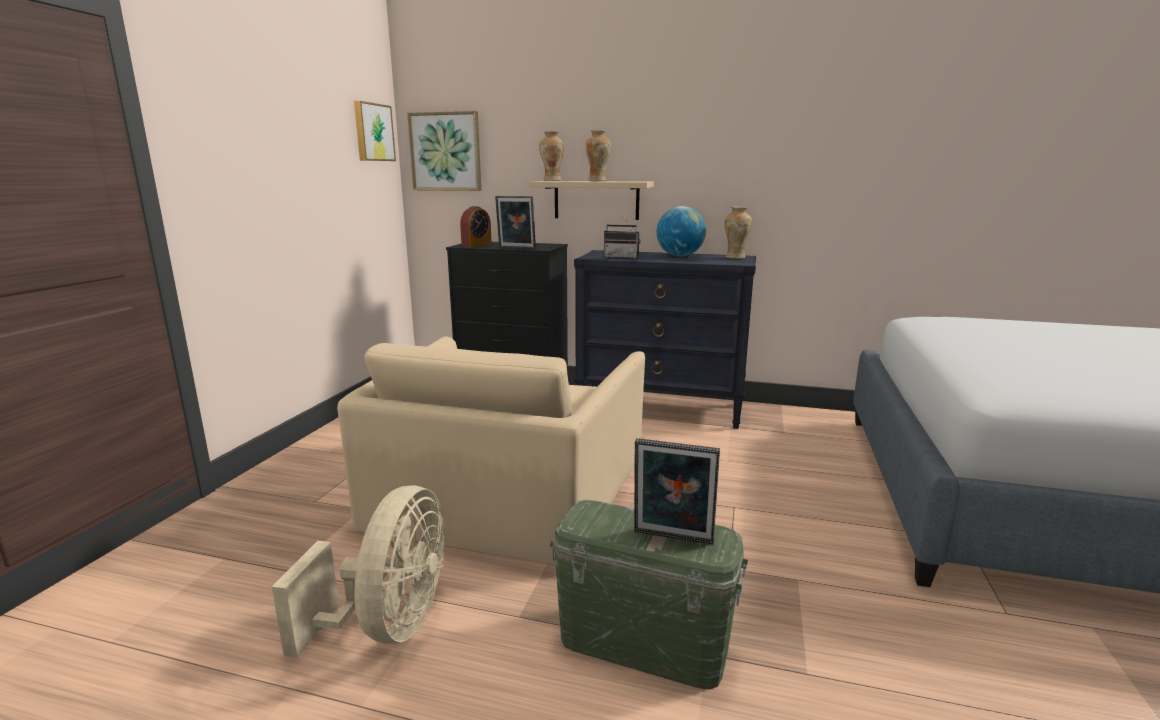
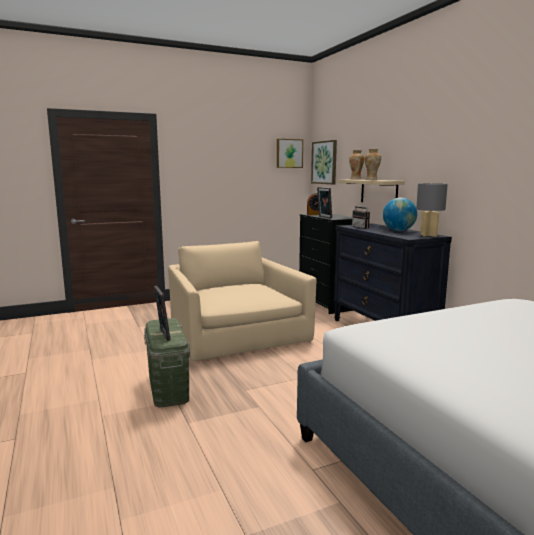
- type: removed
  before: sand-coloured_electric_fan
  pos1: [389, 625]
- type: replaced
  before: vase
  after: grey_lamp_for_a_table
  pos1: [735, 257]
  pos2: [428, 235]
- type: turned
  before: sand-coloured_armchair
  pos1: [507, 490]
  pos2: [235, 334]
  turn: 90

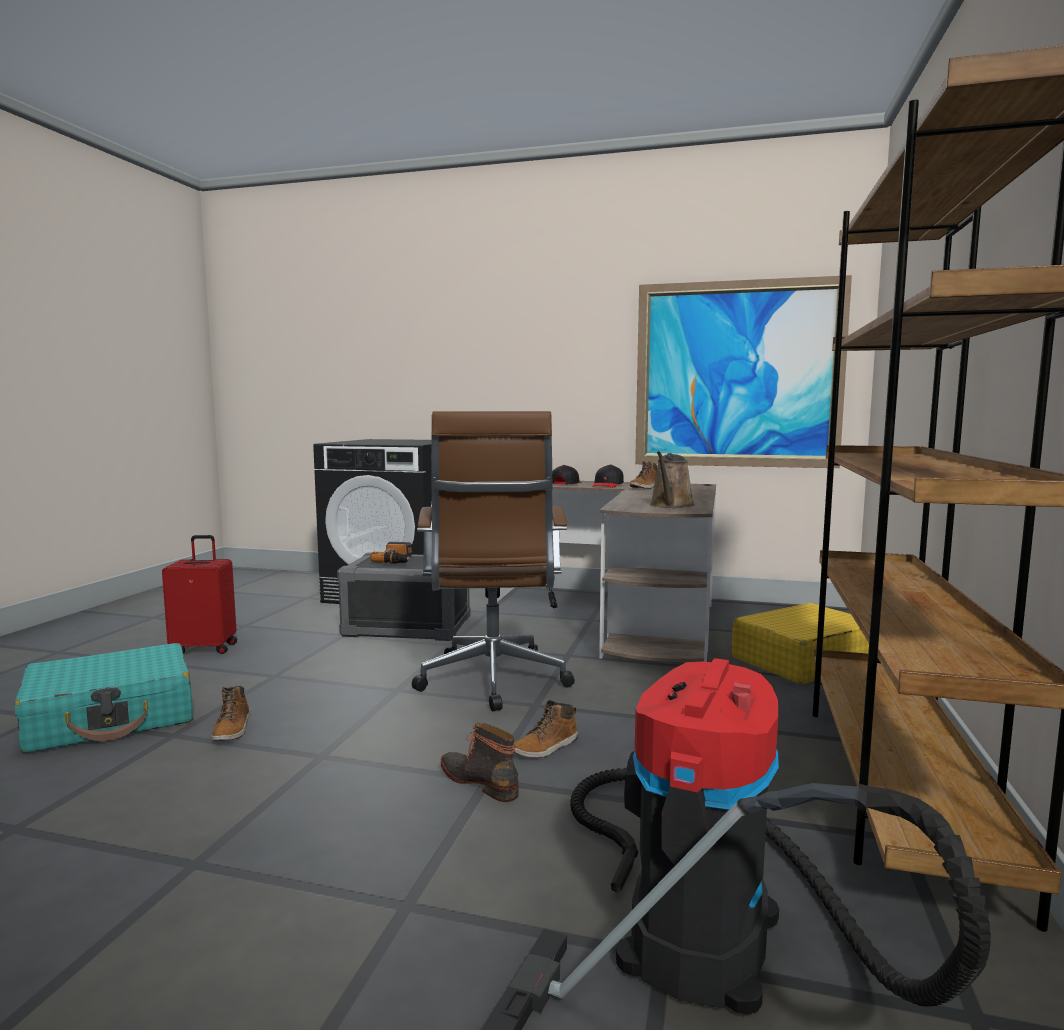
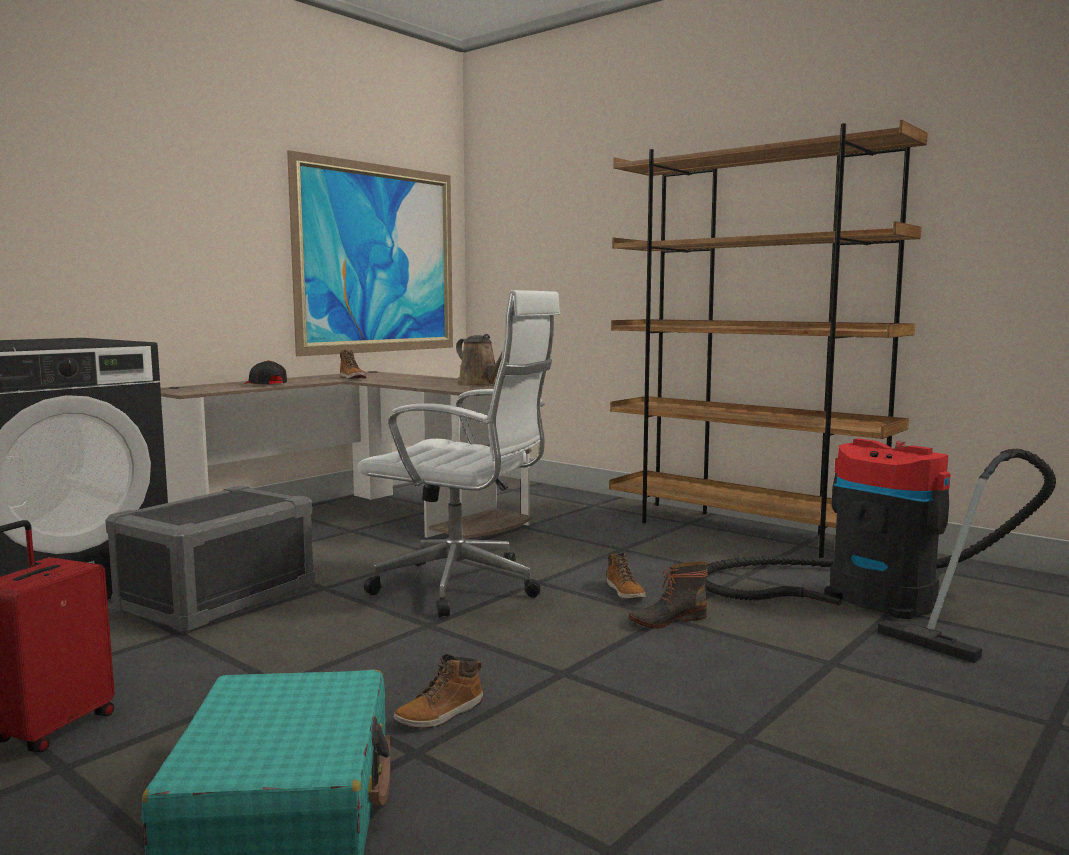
- type: removed
  before: power_drill
  pos1: [397, 559]
- type: removed
  before: black_cap
  pos1: [607, 485]
- type: removed
  before: yellow_suitcase
  pos1: [803, 660]
- type: recoloured
  before: brown_desk_chair
  after: white_desk_chair
  pos1: [493, 682]
  pos2: [465, 587]
- type: turned
  before: boot
  pos1: [233, 729]
  pos2: [441, 714]
  turn: 120

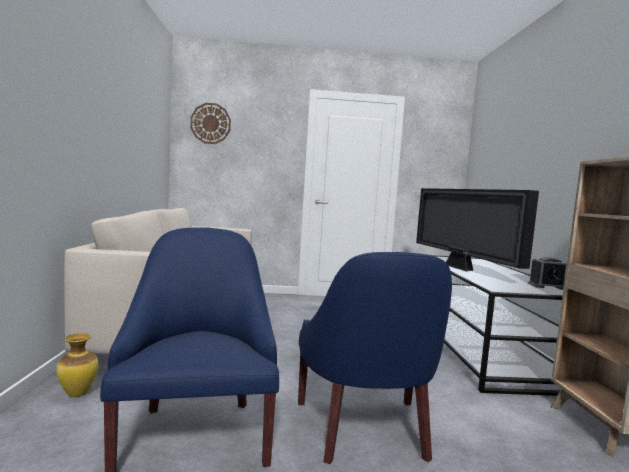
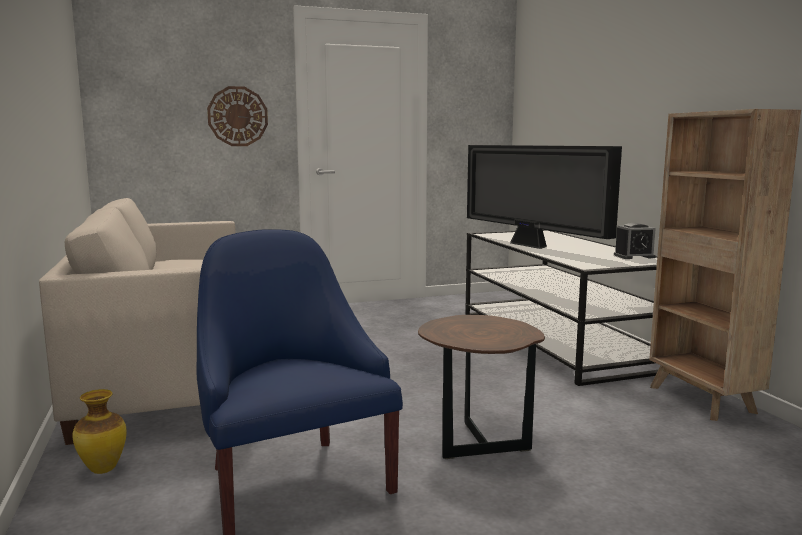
- type: moved
  before: clock_on_the_wall
  pos1: [210, 123]
  pos2: [237, 116]
- type: replaced
  before: blue_armchair
  after: brown_side_table
  pos1: [365, 430]
  pos2: [477, 442]

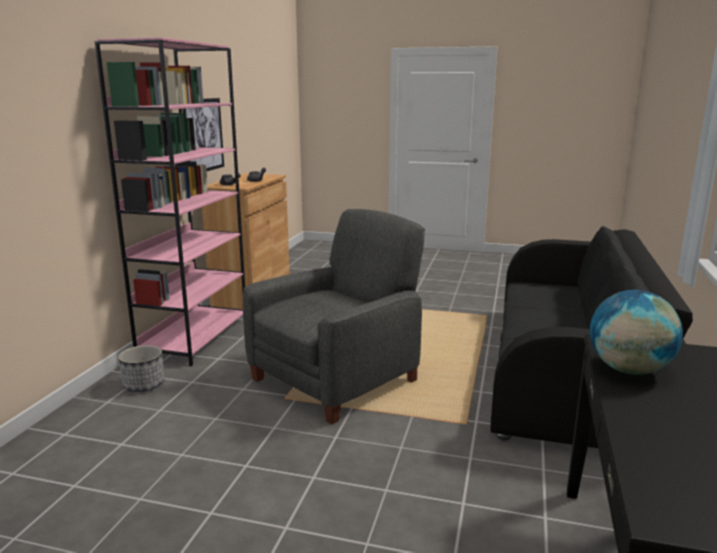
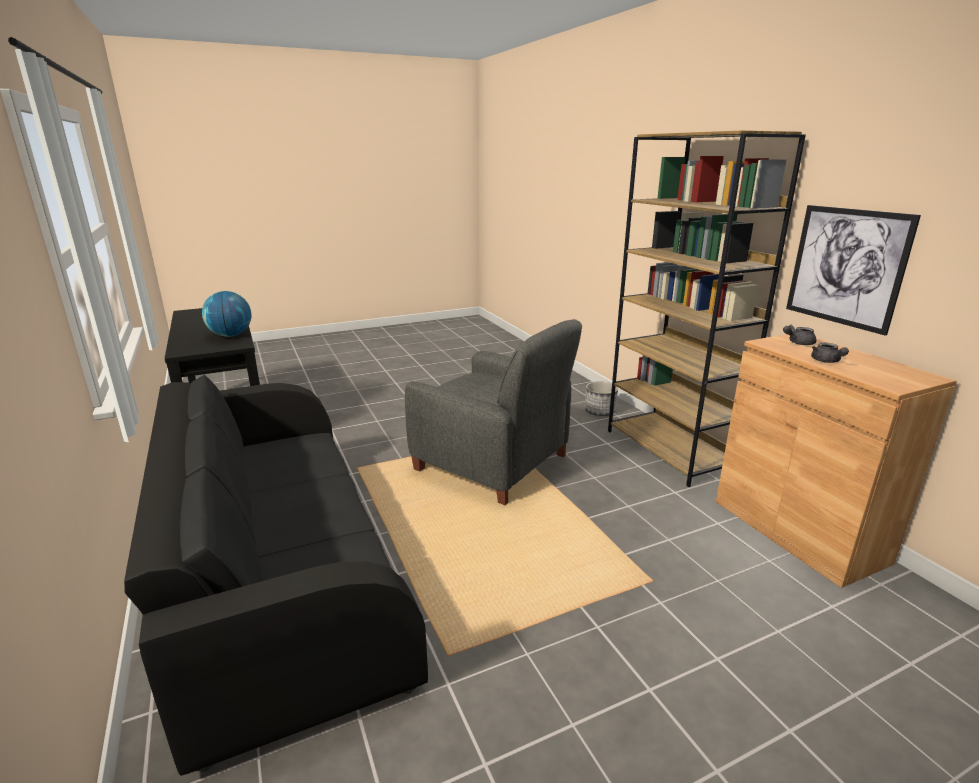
- type: recoloured
  before: pink_bookshelf
  after: brown_bookshelf
  pos1: [195, 337]
  pos2: [670, 450]
- type: turned
  before: grey_armchair
  pos1: [336, 379]
  pos2: [493, 463]
  turn: -60

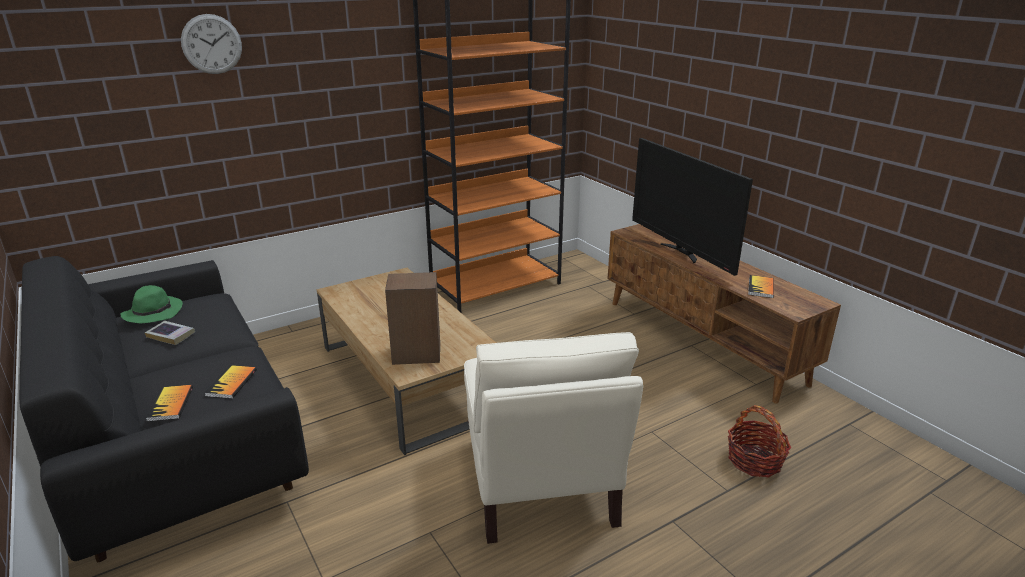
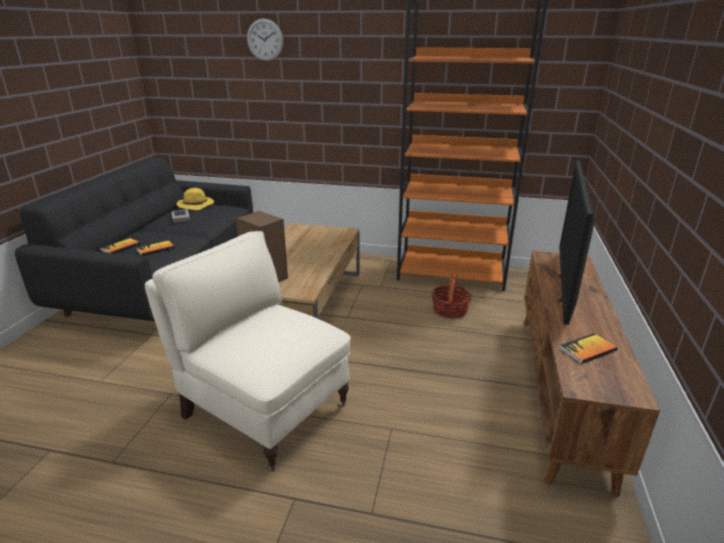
- type: moved
  before: basket
  pos1: [754, 461]
  pos2: [450, 310]
- type: recoloured
  before: greenish_clothing_hat
  after: yellow_clothing_hat
  pos1: [153, 312]
  pos2: [196, 205]
- type: turned
  before: sand-coloured_armchair
  pos1: [539, 484]
  pos2: [263, 409]
  turn: 90

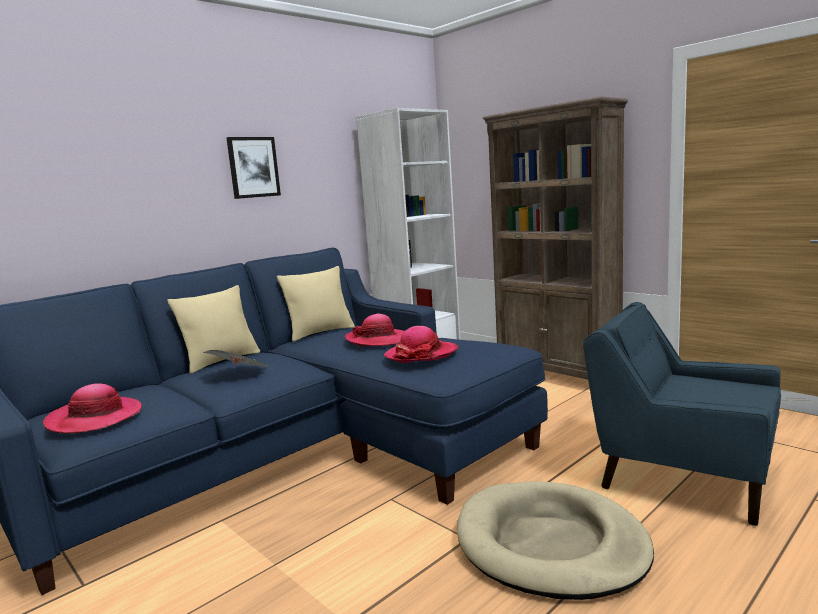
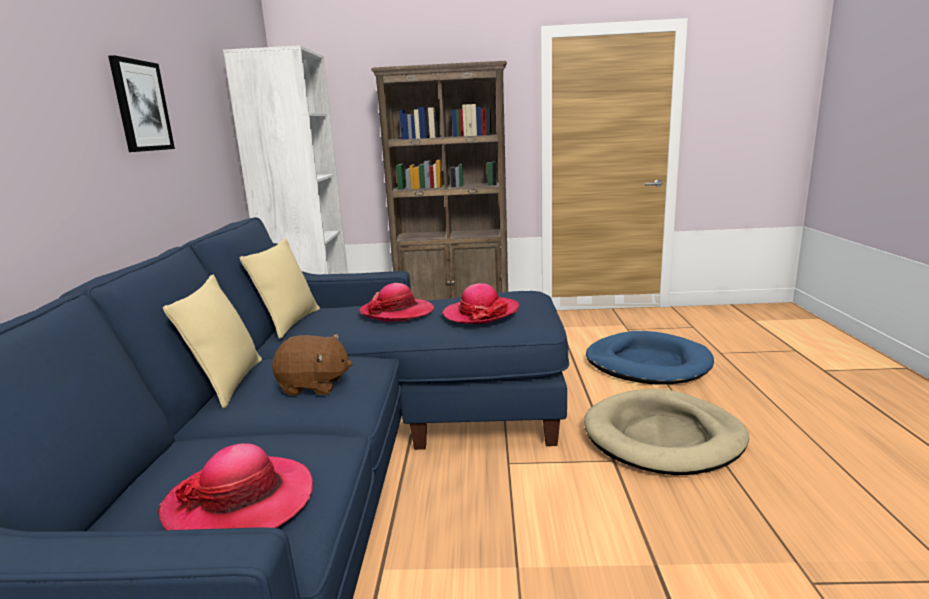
- type: replaced
  before: printed_paper
  after: brown_plush_toy
  pos1: [241, 375]
  pos2: [314, 386]
- type: replaced
  before: blue_armchair
  after: blue_dog_cushion
  pos1: [681, 474]
  pos2: [647, 363]

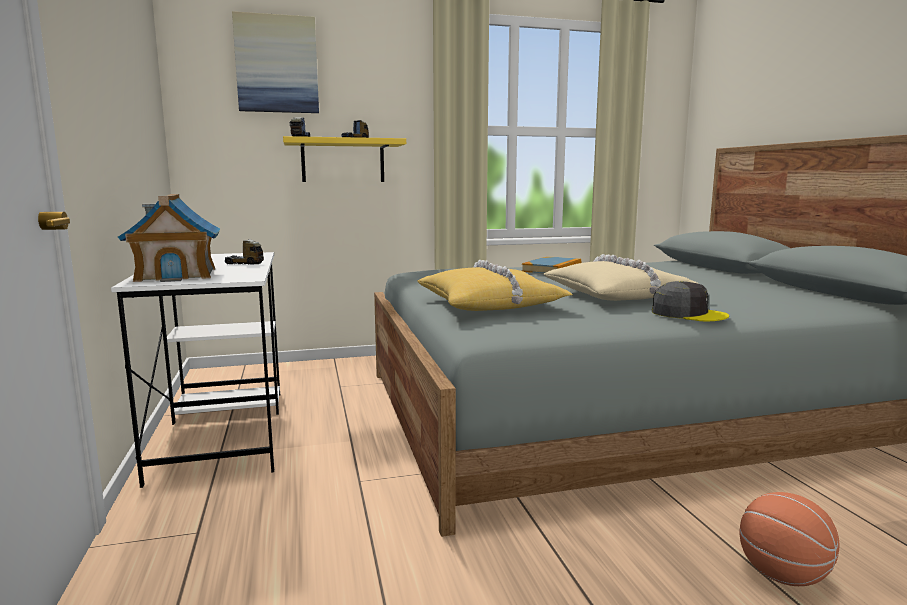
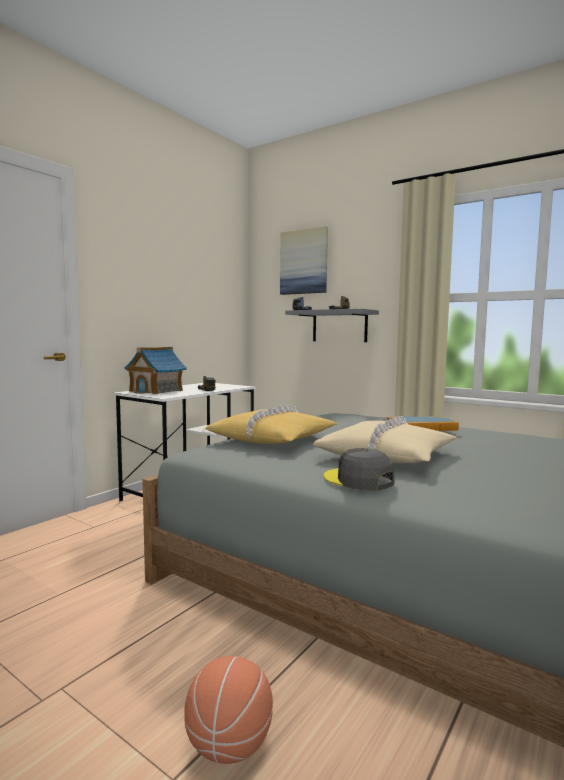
- type: recoloured
  before: yellow_shelf
  after: grey_shelf
  pos1: [343, 161]
  pos2: [339, 326]
- type: turned
  before: grey_cap
  pos1: [687, 314]
  pos2: [358, 480]
  turn: 150

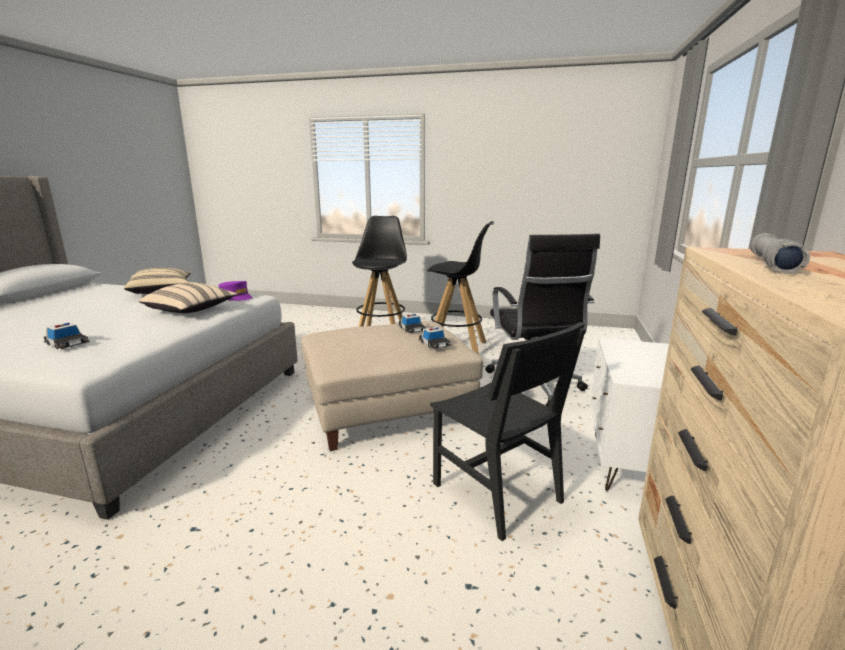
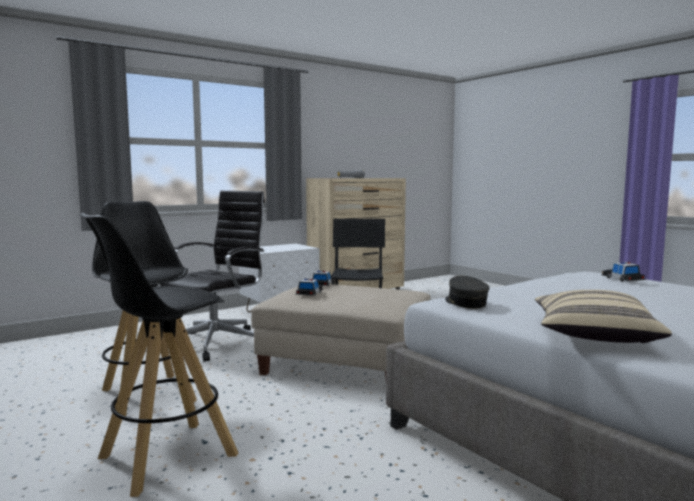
- type: removed
  before: sand-coloured_cushion
  pos1: [191, 310]
- type: recoloured
  before: purplish_cap
  after: grey_cap
  pos1: [236, 297]
  pos2: [465, 302]

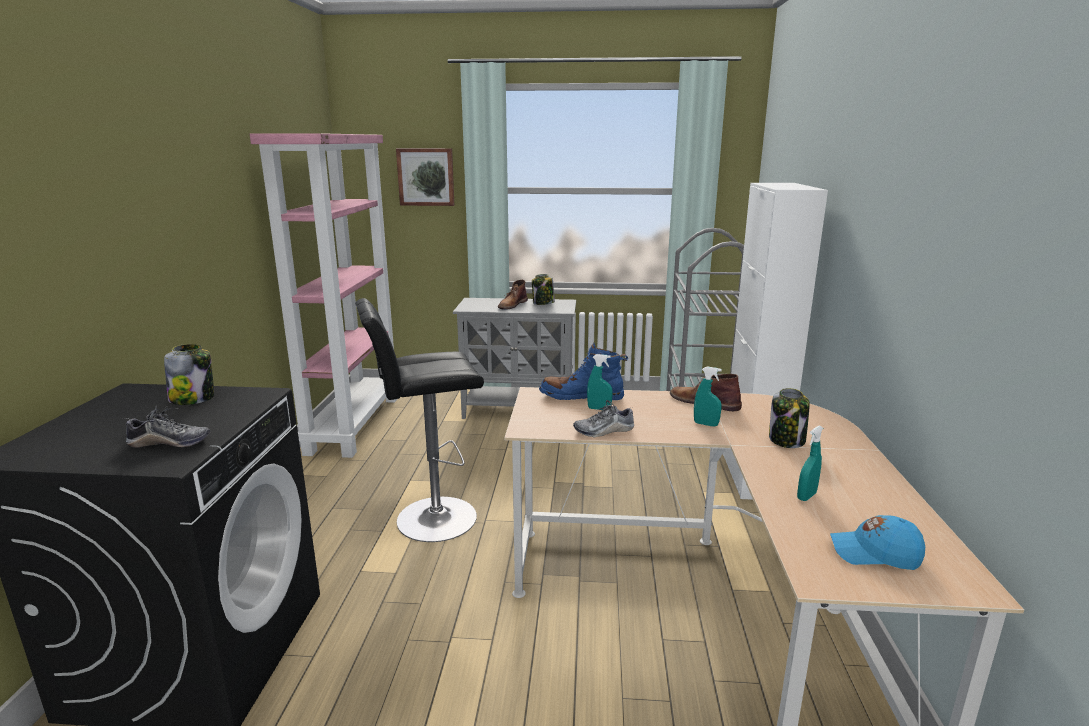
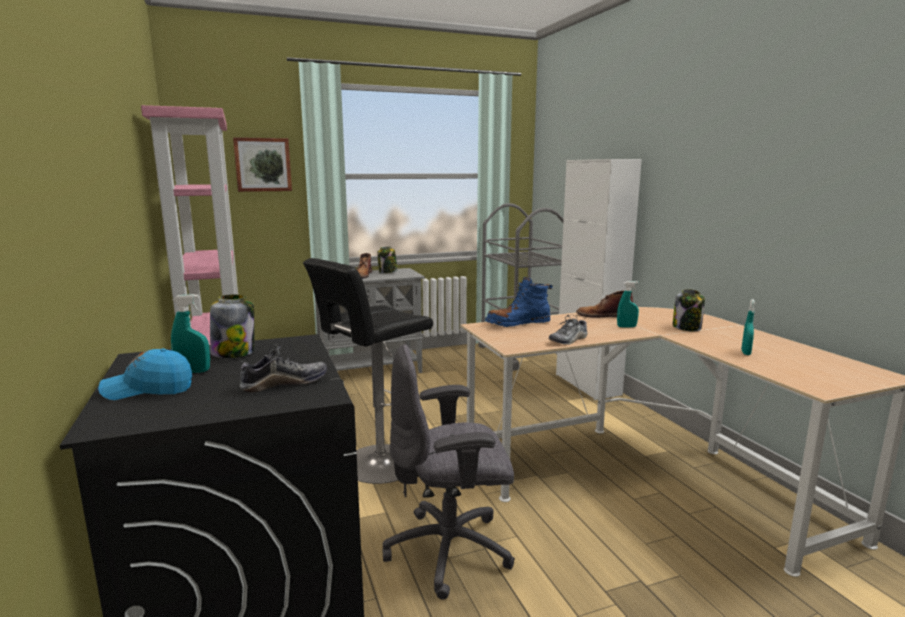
- type: added
  after: grey_desk_chair
  pos2: [451, 550]
- type: moved
  before: turquoise-coloured_hand_sprayer
  pos1: [599, 409]
  pos2: [193, 372]
- type: moved
  before: blue_cap
  pos1: [874, 554]
  pos2: [148, 389]

